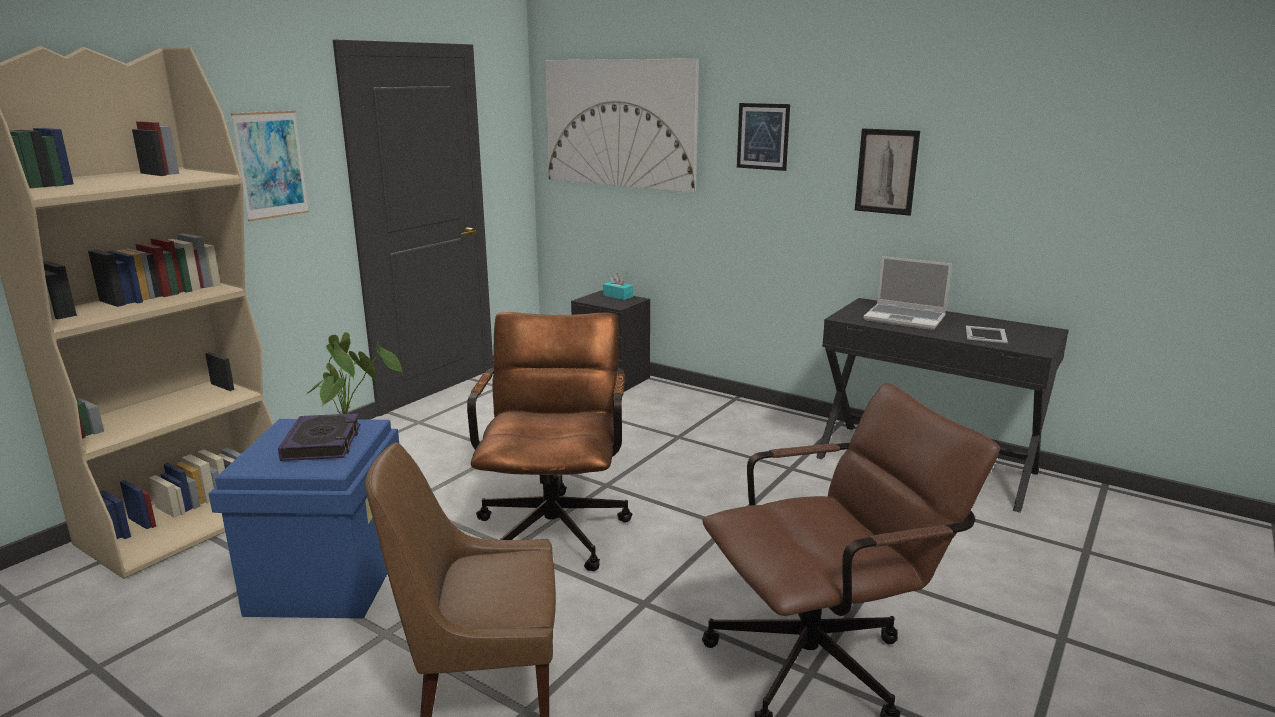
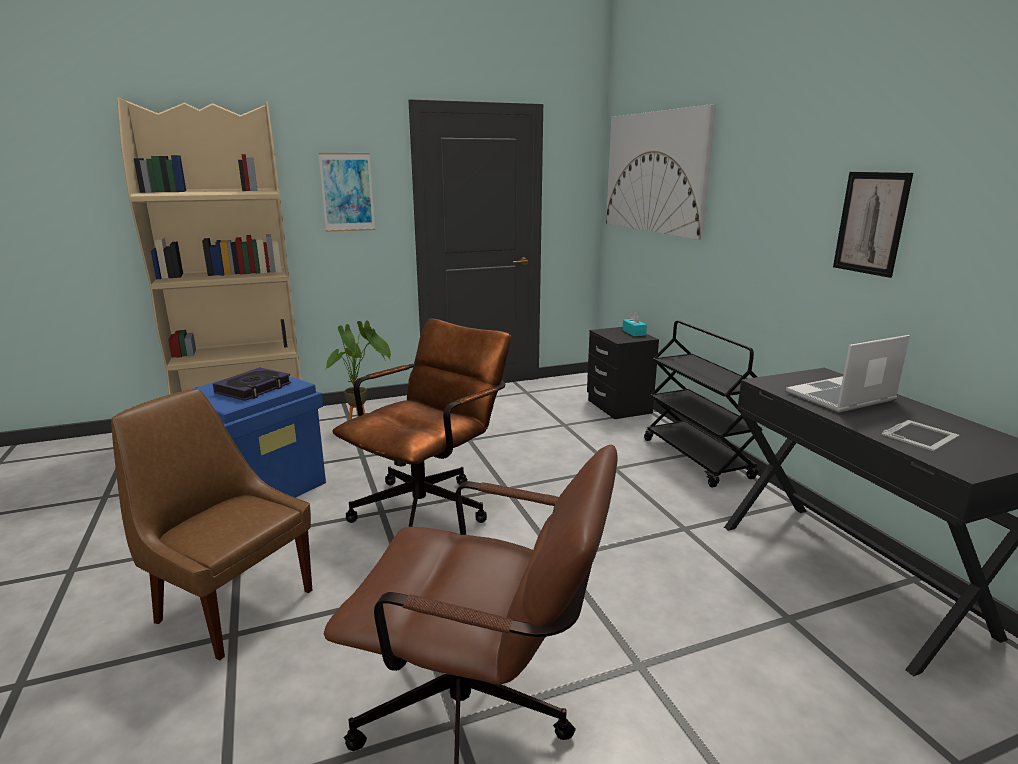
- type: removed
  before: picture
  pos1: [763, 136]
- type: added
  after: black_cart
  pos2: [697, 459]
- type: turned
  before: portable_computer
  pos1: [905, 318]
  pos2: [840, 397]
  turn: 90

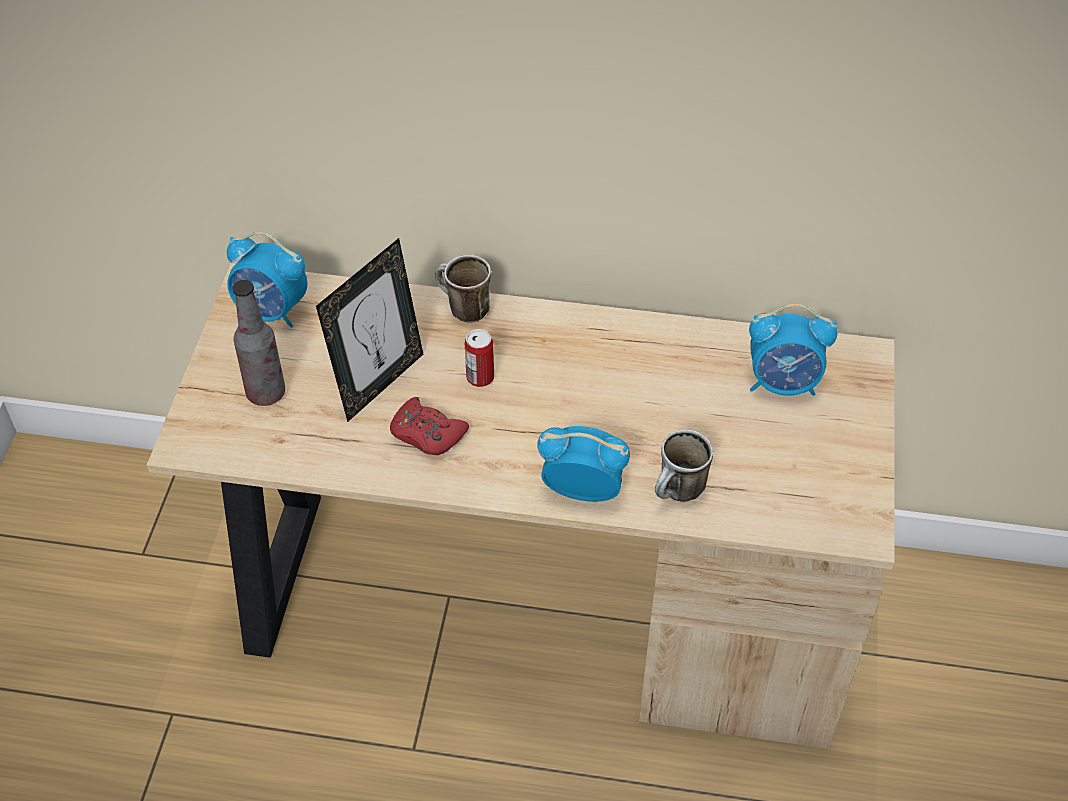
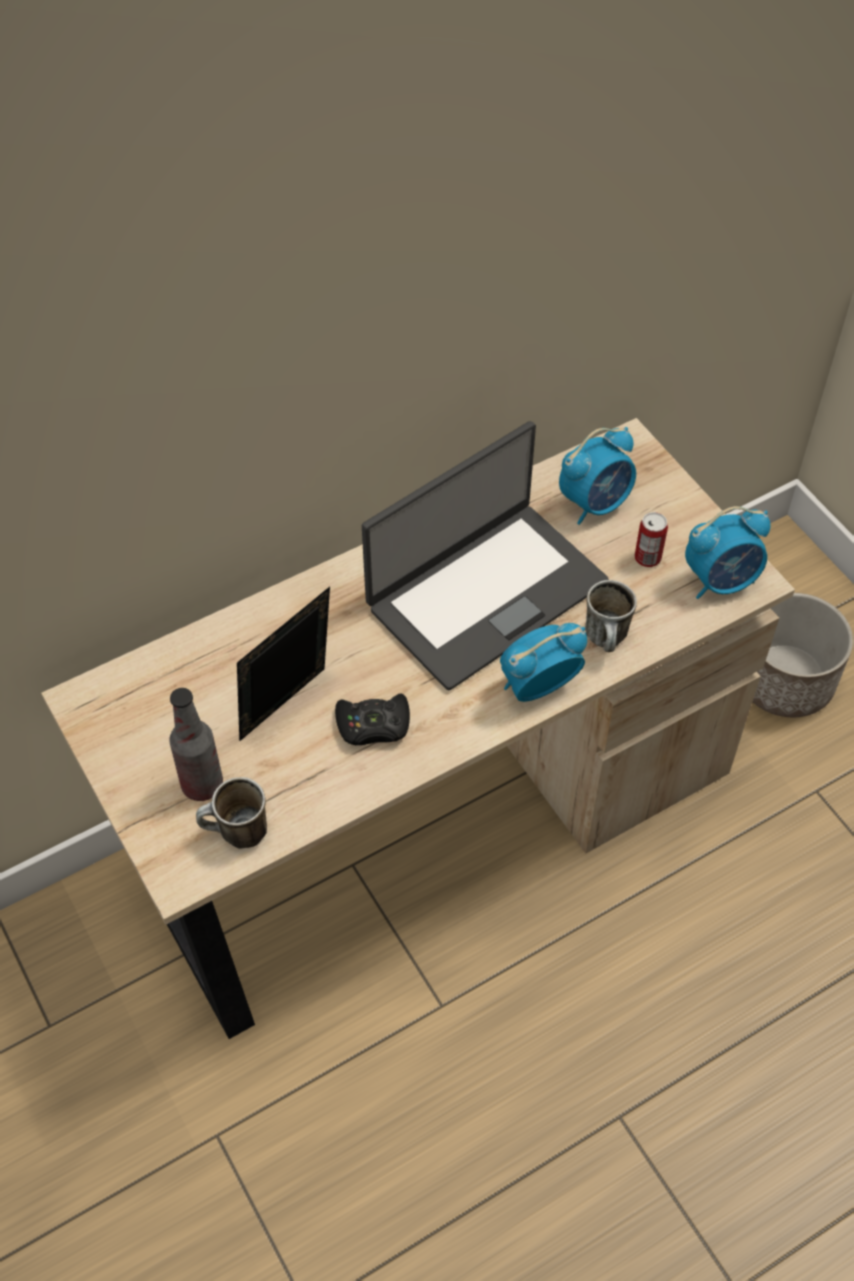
- type: added
  after: portable_computer
  pos2: [485, 593]
- type: added
  after: planter
  pos2: [784, 679]
- type: moved
  before: bedside_clock
  pos1: [272, 311]
  pos2: [721, 580]
- type: moved
  before: mug
  pos1: [462, 310]
  pos2: [236, 835]
- type: moved
  before: metal_can
  pos1: [480, 378]
  pos2: [647, 558]
- type: recoloured
  before: red_gamepad
  after: black_gamepad
  pos1: [427, 434]
  pos2: [373, 725]
- type: turned
  before: photo_frame
  pos1: [379, 383]
  pos2: [289, 710]
  turn: -135

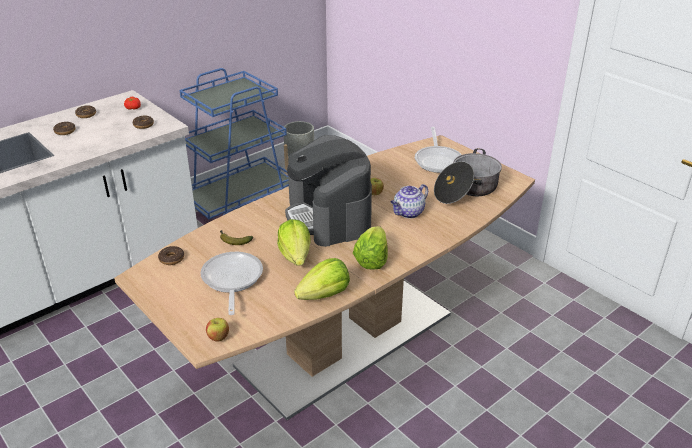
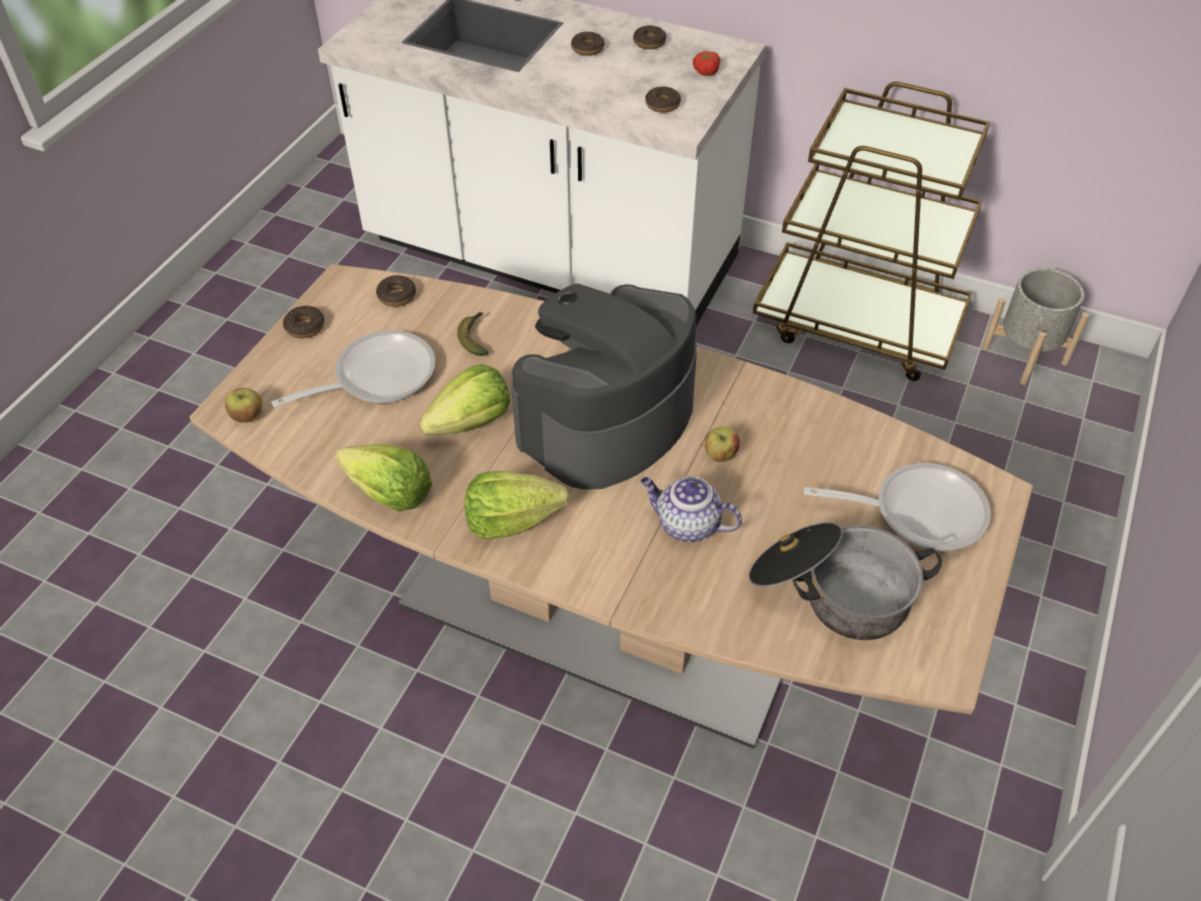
- type: added
  after: donut
  pos2: [305, 327]
- type: recoloured
  before: blue_cart
  after: brown_cart
  pos1: [240, 199]
  pos2: [858, 324]
- type: turned
  before: frying_pan
  pos1: [438, 160]
  pos2: [918, 511]
  turn: -150

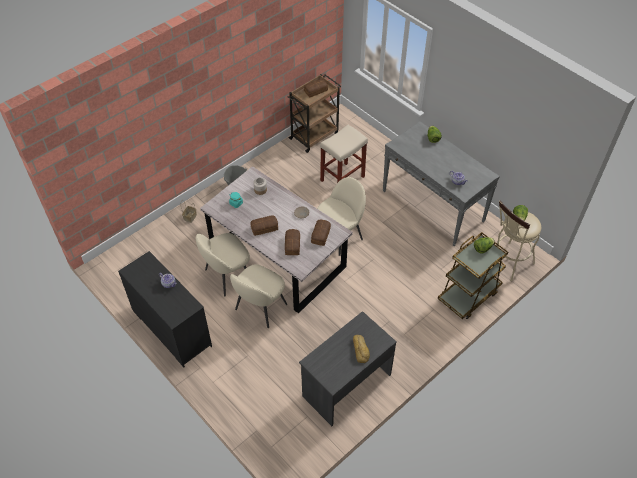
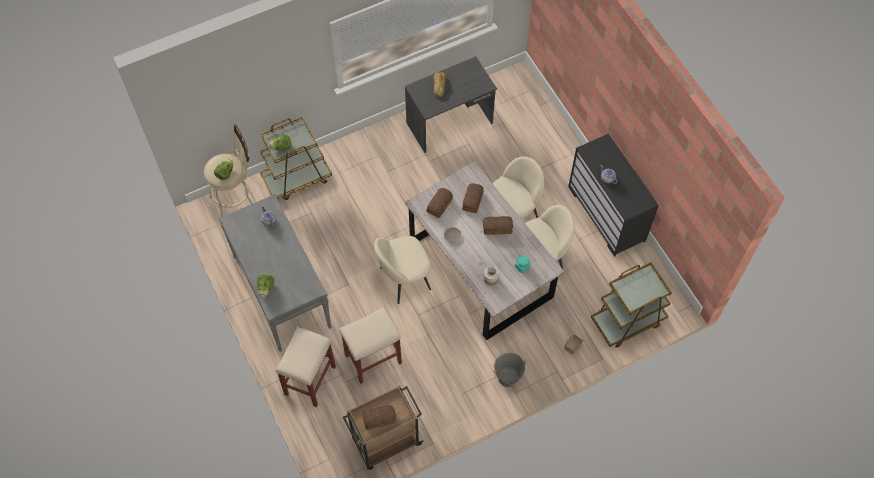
- type: added
  after: sand-coloured_stool_seat
  pos2: [310, 379]
- type: added
  after: brown_cart
  pos2: [627, 321]

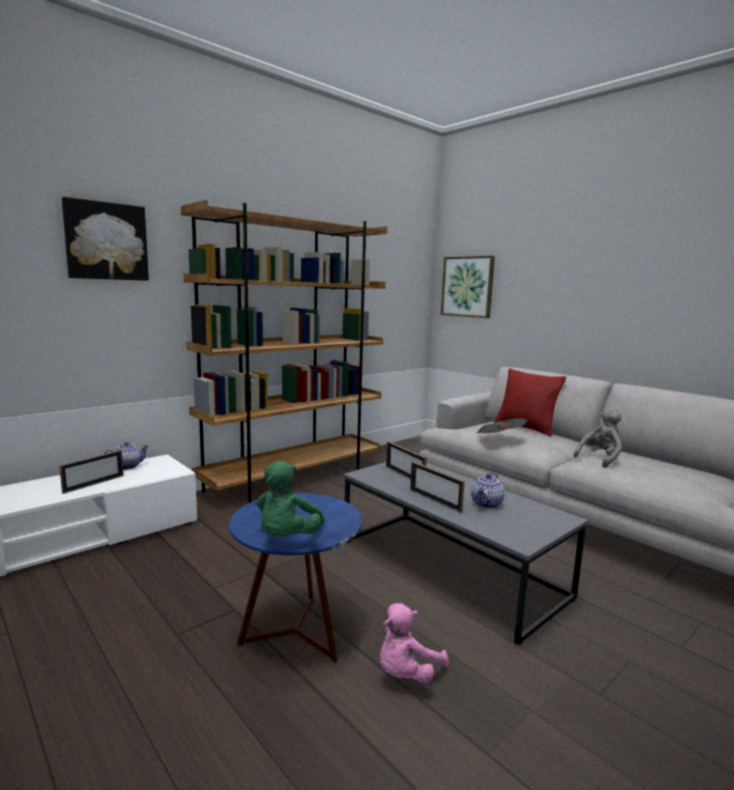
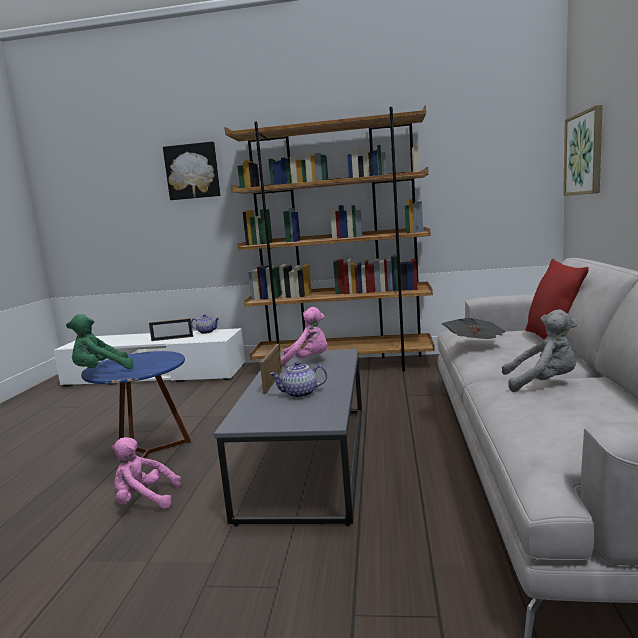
- type: replaced
  before: photo_frame
  after: pink_plush_toy
  pos1: [404, 475]
  pos2: [307, 361]

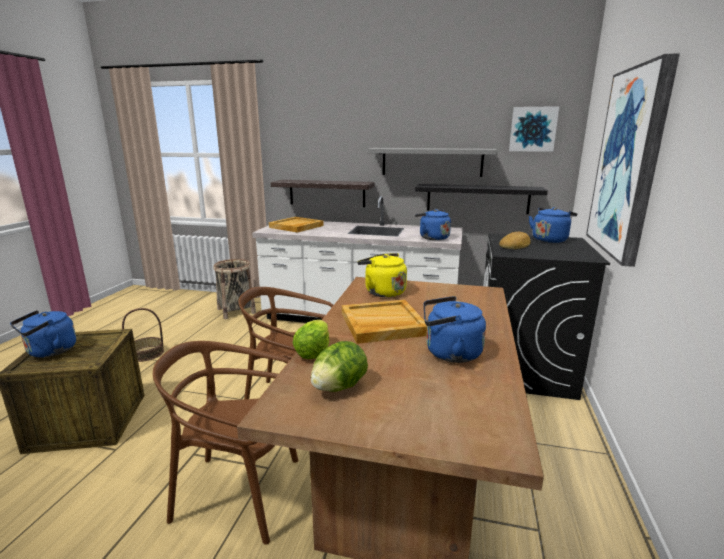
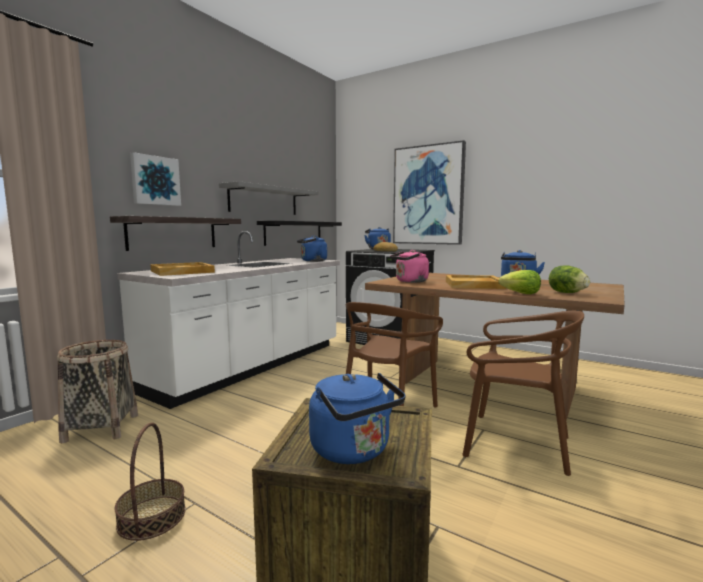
- type: moved
  before: picture
  pos1: [533, 129]
  pos2: [155, 180]
- type: recoloured
  before: yellow_kettle
  after: pink_kettle
  pos1: [382, 292]
  pos2: [410, 281]
- type: turned
  before: brown_upright_chair
  pos1: [238, 493]
  pos2: [515, 444]
  turn: -90

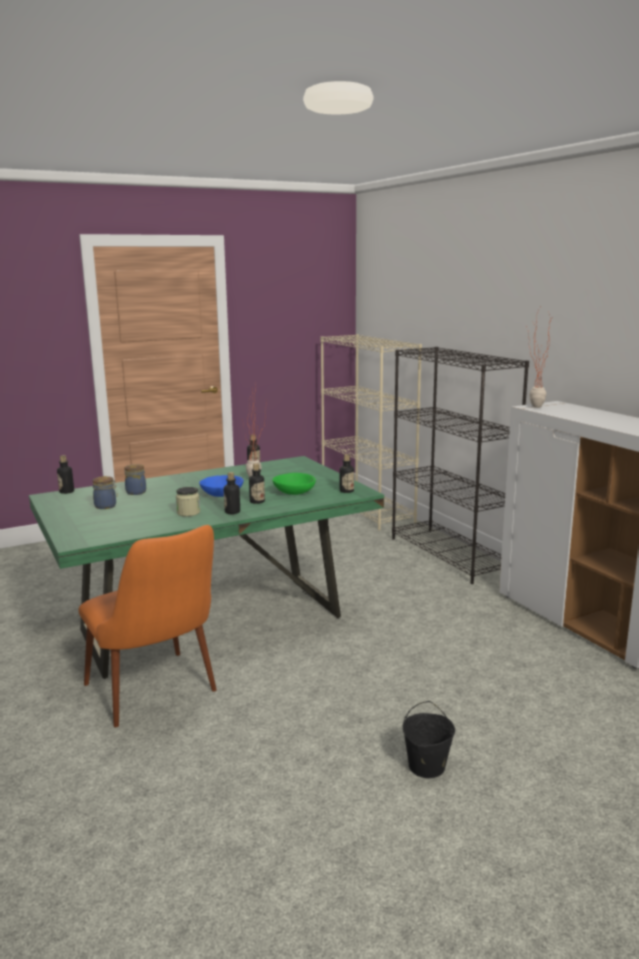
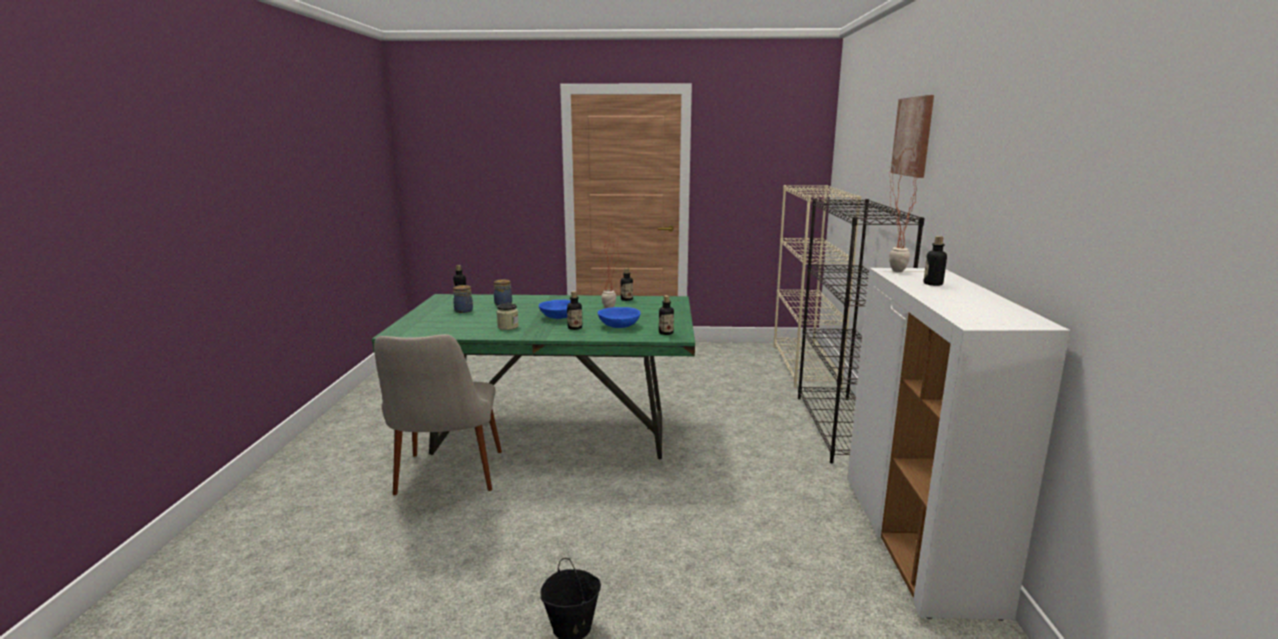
- type: added
  after: picture
  pos2: [914, 136]
- type: moved
  before: beverage_bottle
  pos1: [232, 512]
  pos2: [933, 284]
- type: recoloured
  before: orangey_upright_chair
  after: sand-coloured_upright_chair
  pos1: [159, 698]
  pos2: [446, 482]
- type: recoloured
  before: greenish_deep_dish
  after: blue_deep_dish
  pos1: [294, 492]
  pos2: [619, 325]

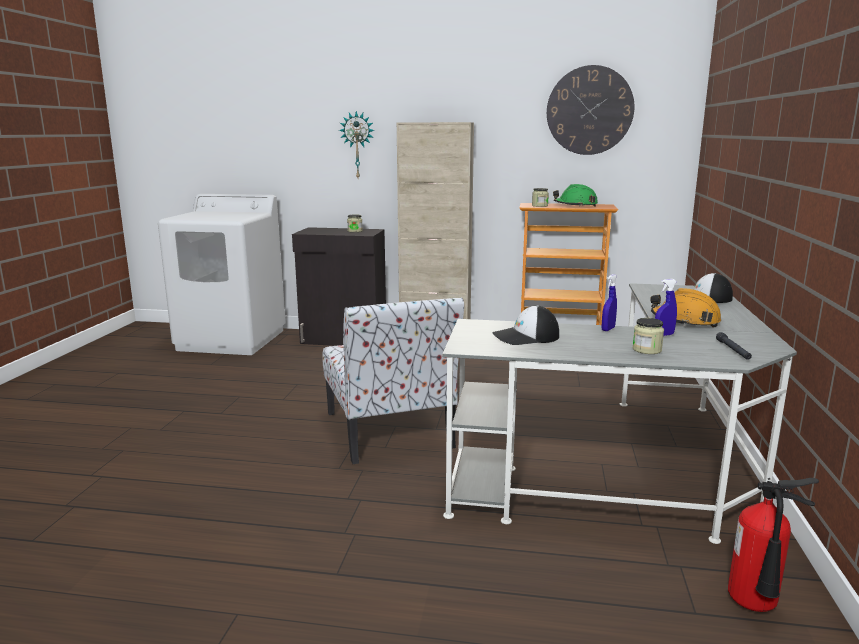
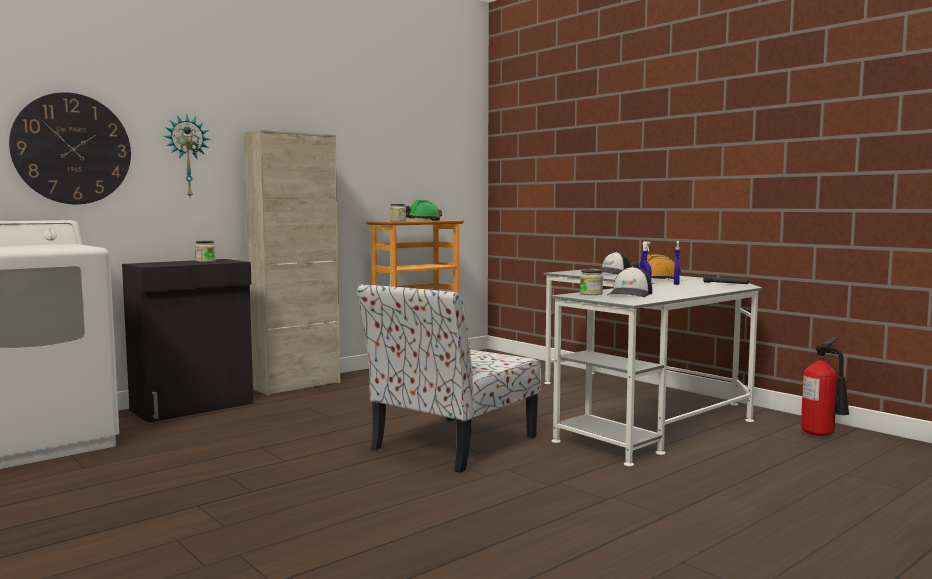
- type: moved
  before: clock_on_the_wall
  pos1: [589, 110]
  pos2: [72, 149]
- type: moved
  before: jar
  pos1: [647, 350]
  pos2: [591, 294]
- type: turned
  before: upright_chair
  pos1: [389, 431]
  pos2: [452, 444]
  turn: 105

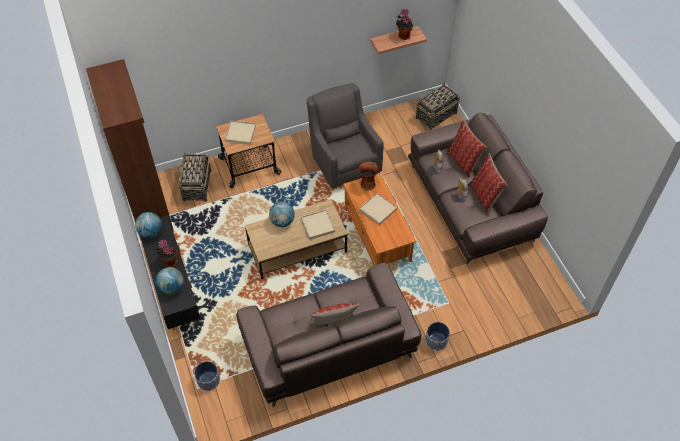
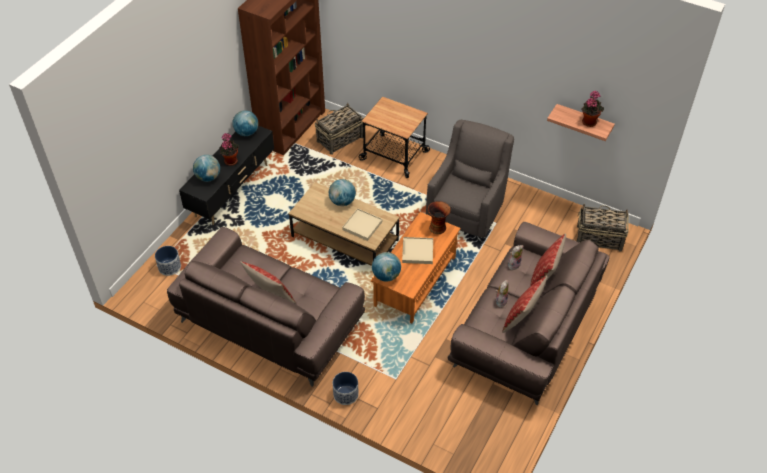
- type: removed
  before: sand-coloured_tray
  pos1: [240, 134]
- type: added
  after: globe
  pos2: [386, 276]

